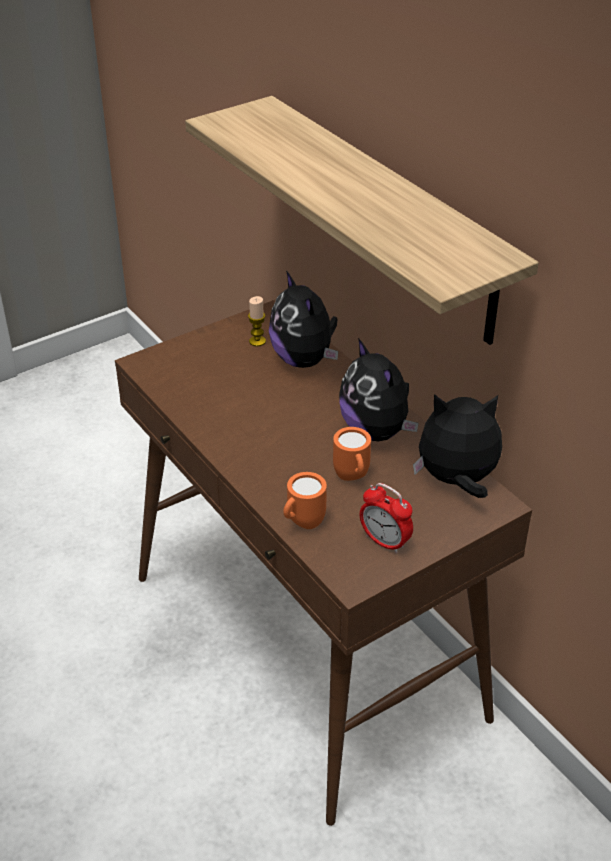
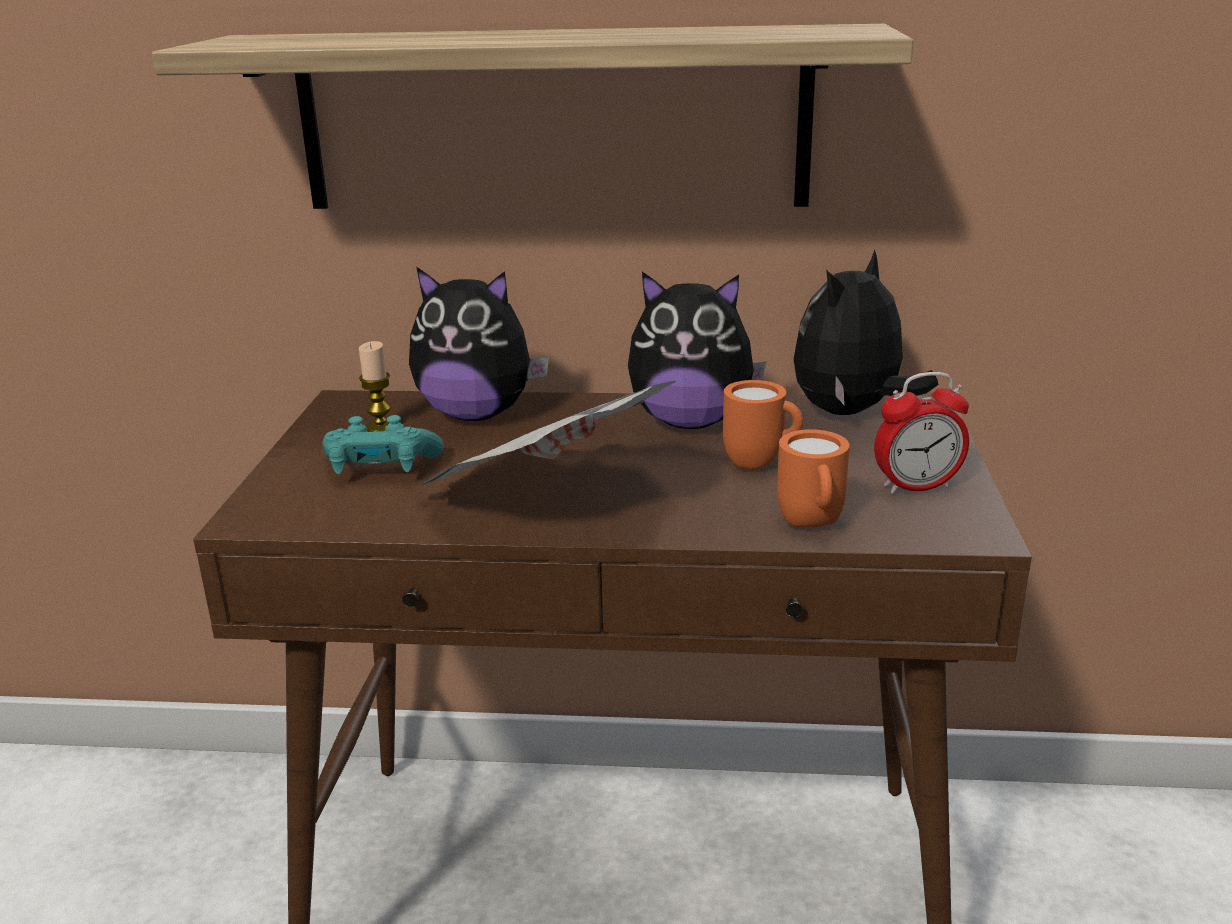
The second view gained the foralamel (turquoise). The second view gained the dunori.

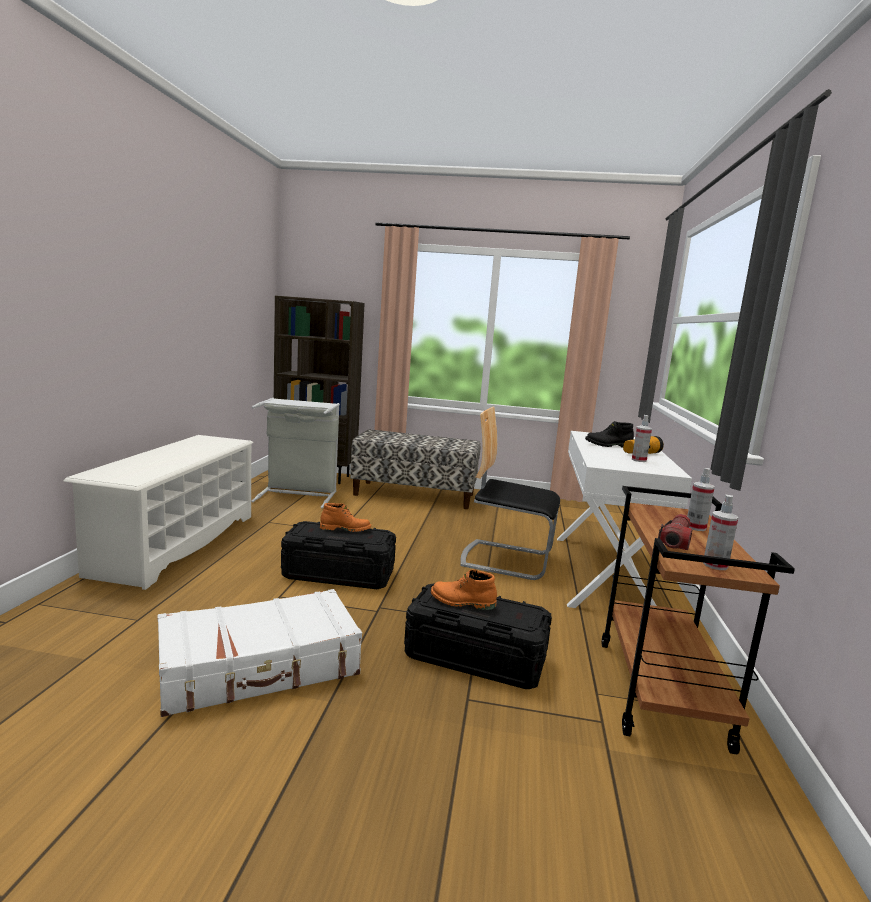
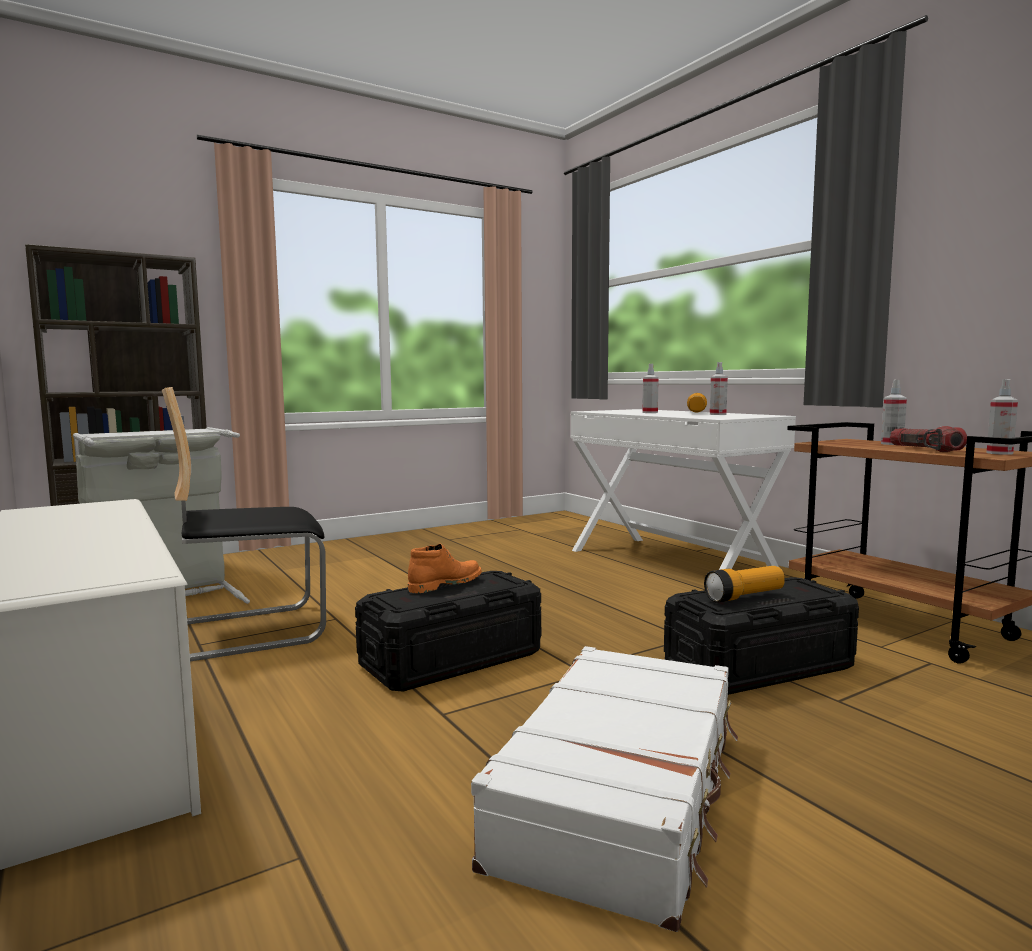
The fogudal ended up elsewhere. Where the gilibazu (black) stood, the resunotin (no. 1 from left) came to stand. Where the gilibazu (orange) (no. 2 from left) stood, the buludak (no. 2 from left) came to stand. The second view lost the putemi.

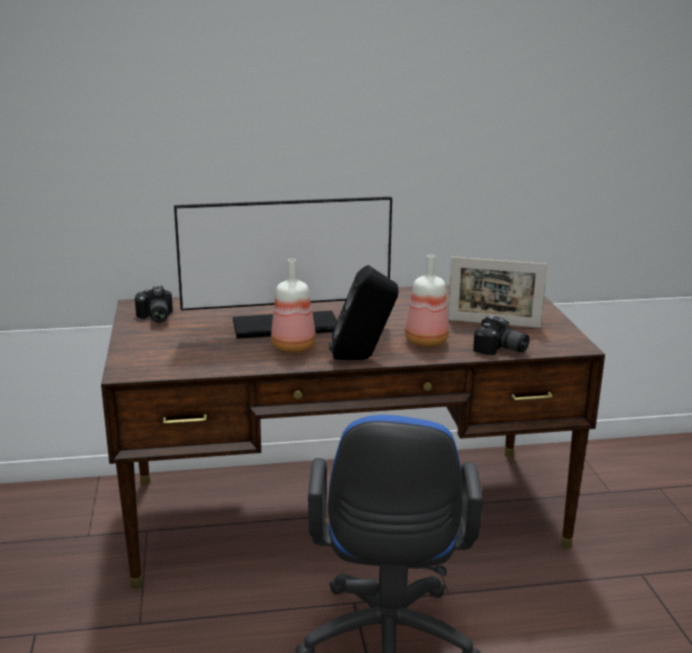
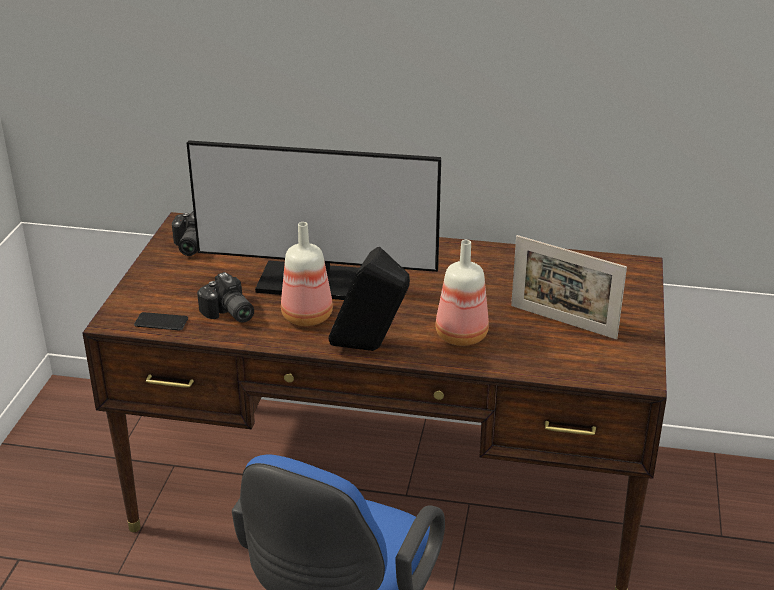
The second view gained the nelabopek. The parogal (no. 2 from left) ended up elsewhere.

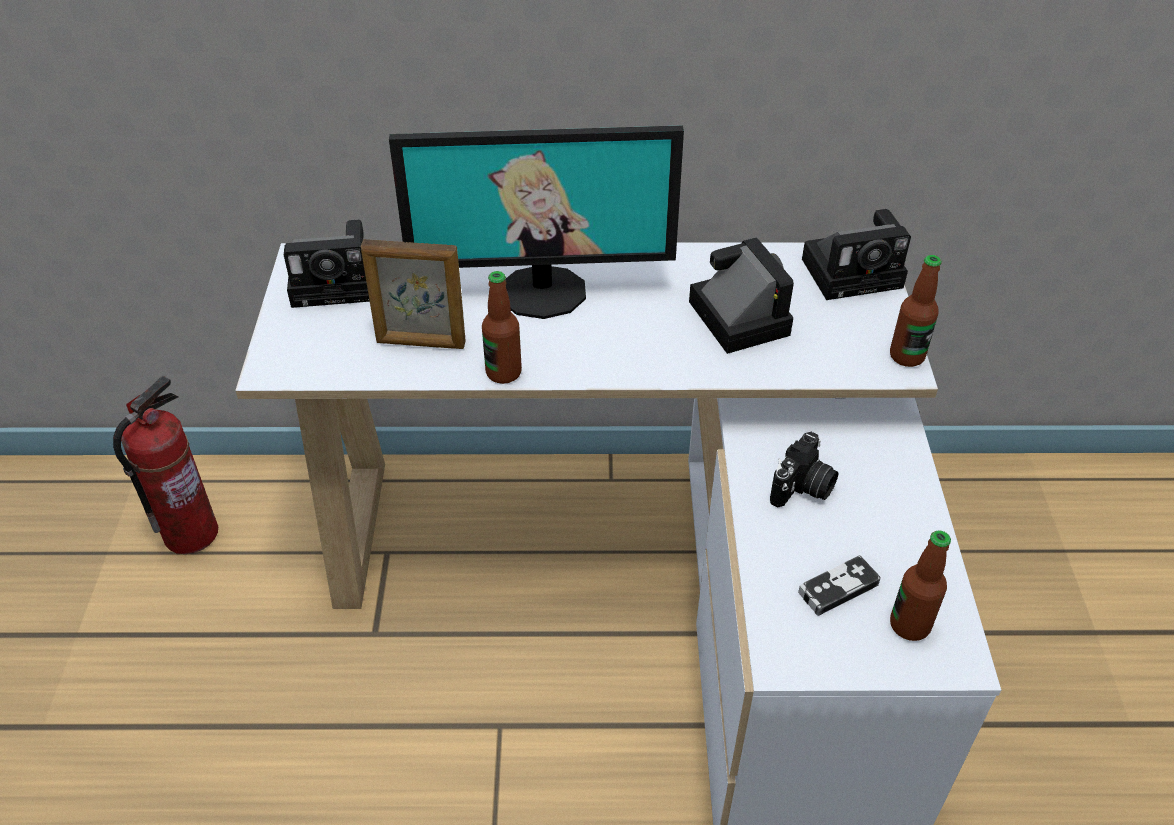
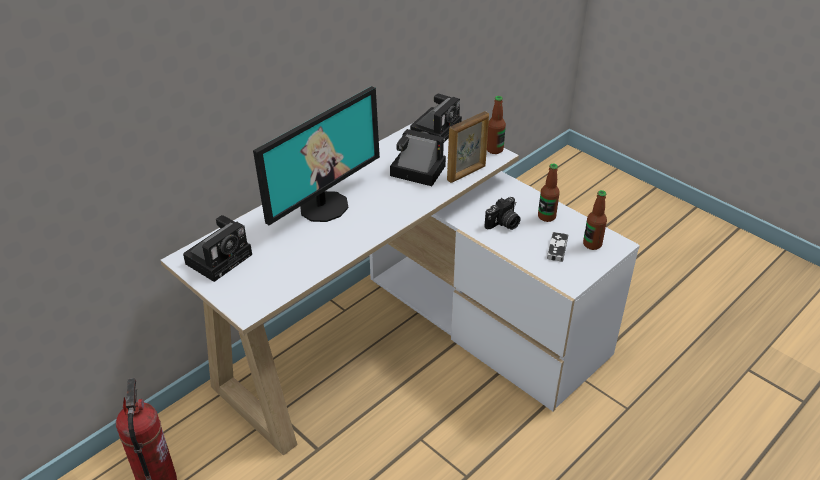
The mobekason ended up elsewhere. The parogal (no. 3 from left in the first image) ended up facing another way, 60 degrees clockwise from before. The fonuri (no. 1 from left in the first image) ended up elsewhere.

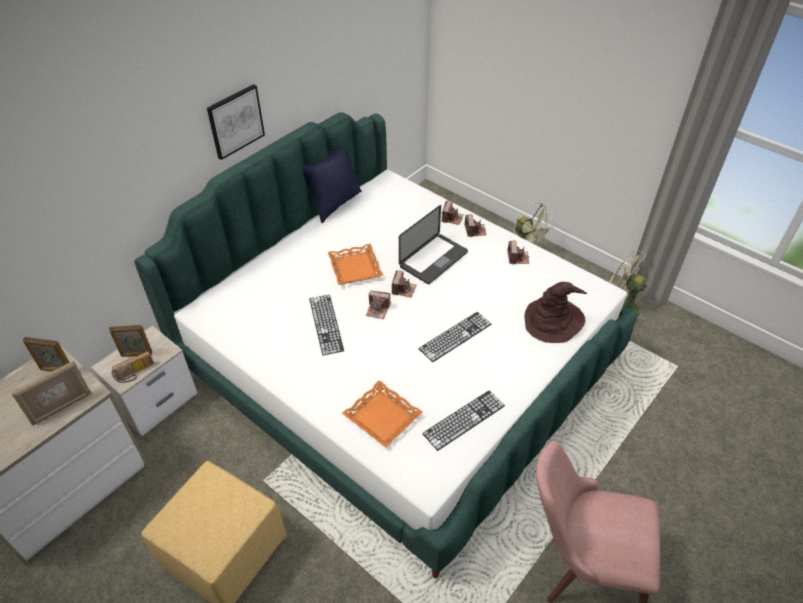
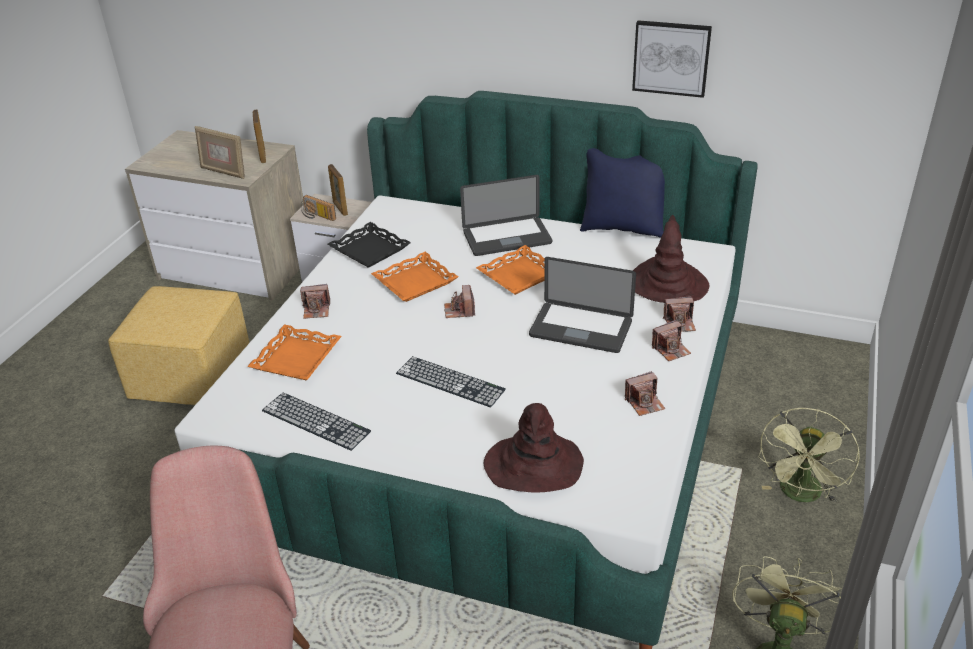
The parogal (no. 2 from left in the first image) ended up elsewhere. The second view gained the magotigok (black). Where the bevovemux (no. 1 from left) stood, the magotigok (orange) (no. 2 from left) came to stand. The second view gained the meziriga (no. 1 from left). The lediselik ended up elsewhere. The second view gained the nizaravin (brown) (no. 2 from left).

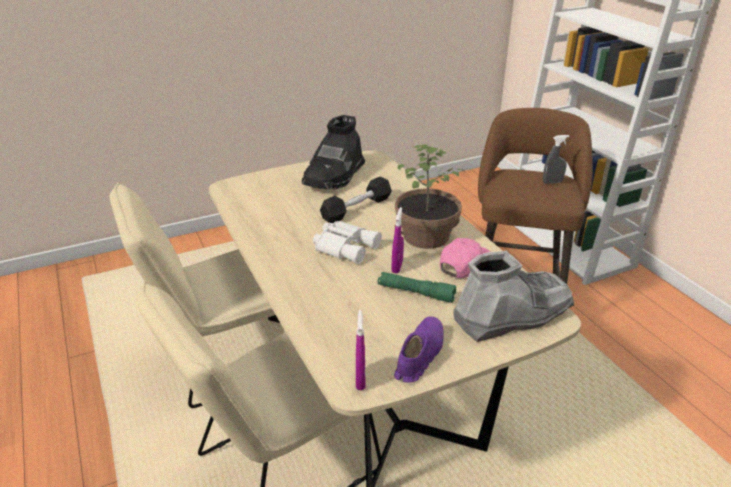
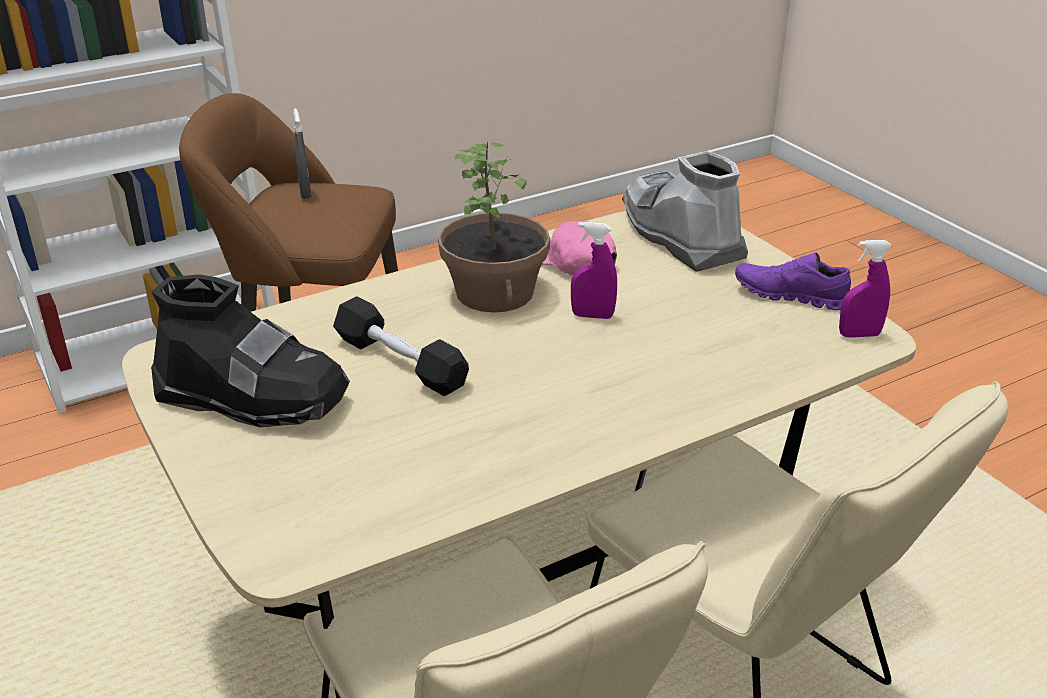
The second view lost the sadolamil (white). The second view lost the buludak (green).

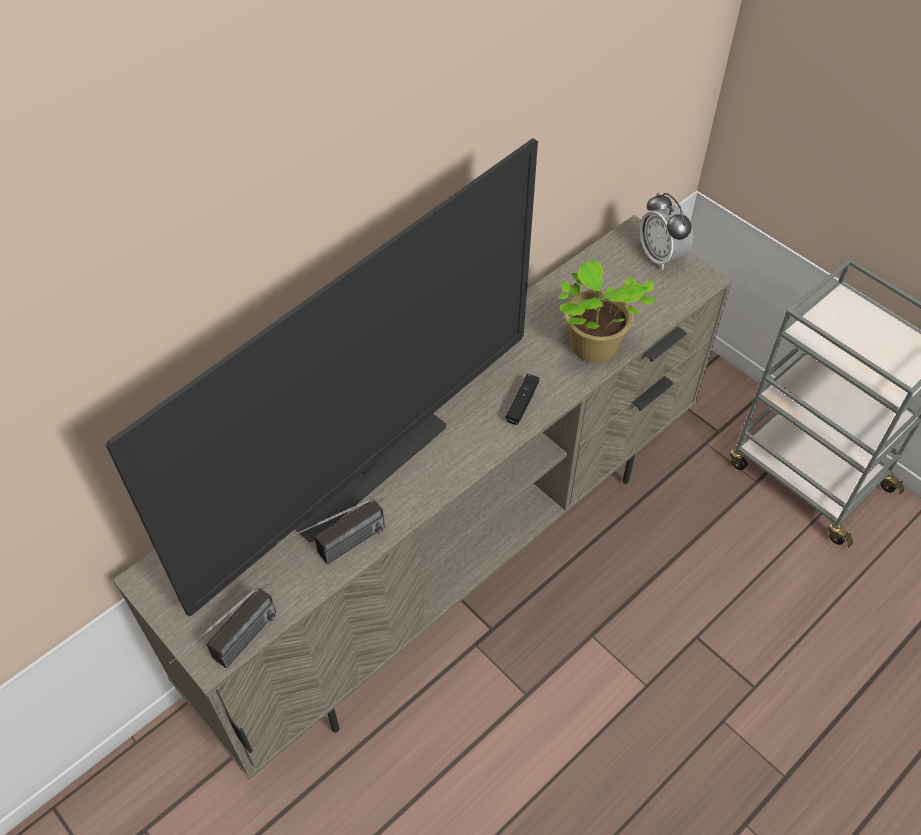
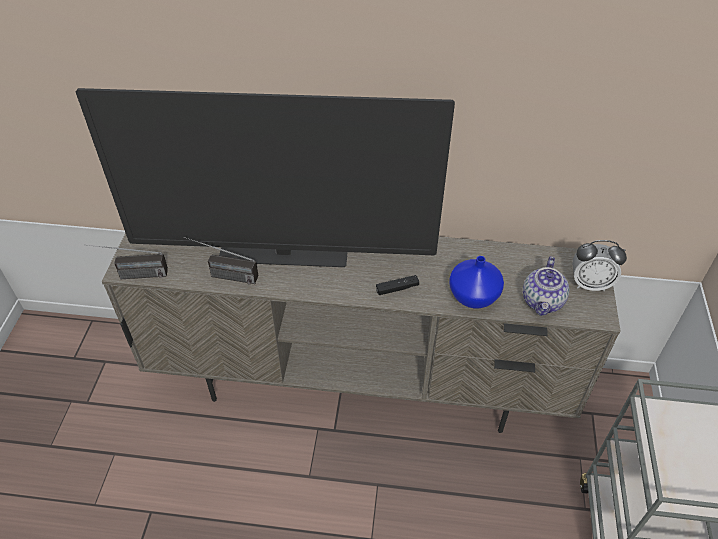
Where the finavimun stood, the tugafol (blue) came to stand. The second view gained the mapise. The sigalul ended up facing another way, 105 degrees counterclockwise from before.

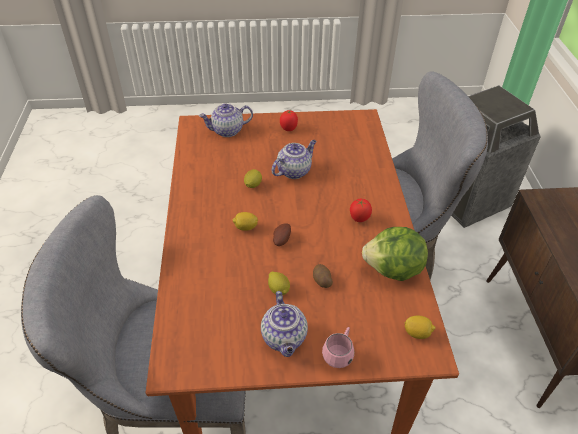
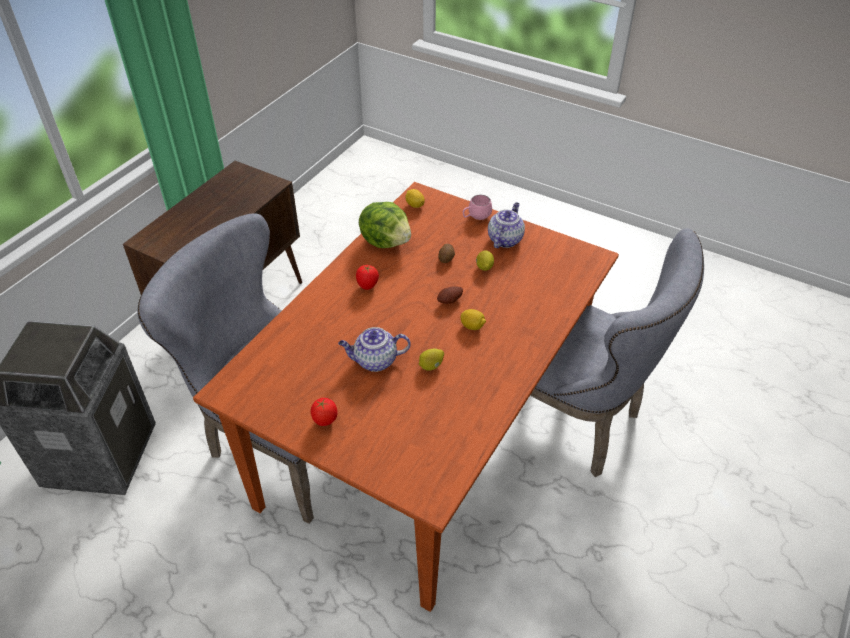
The second view lost the mapise (no. 1 from left).

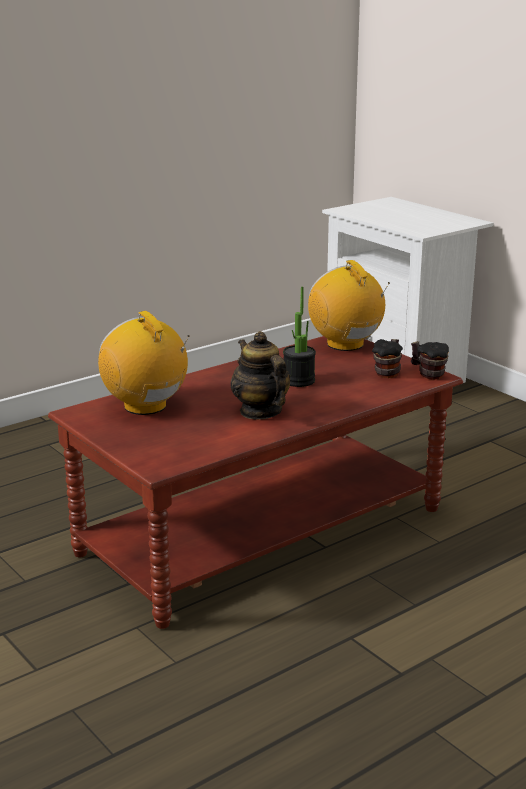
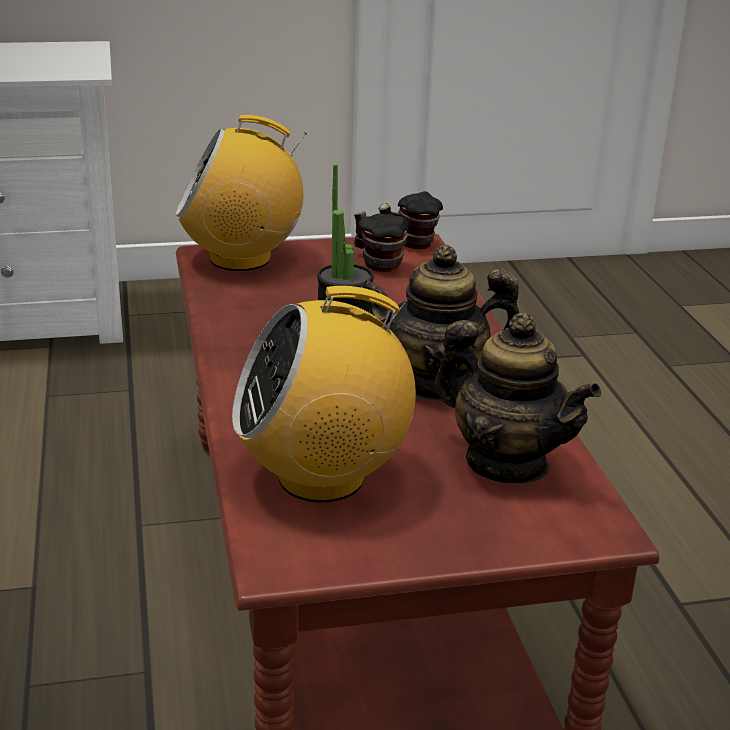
The second view gained the mapise (no. 2 from left).

